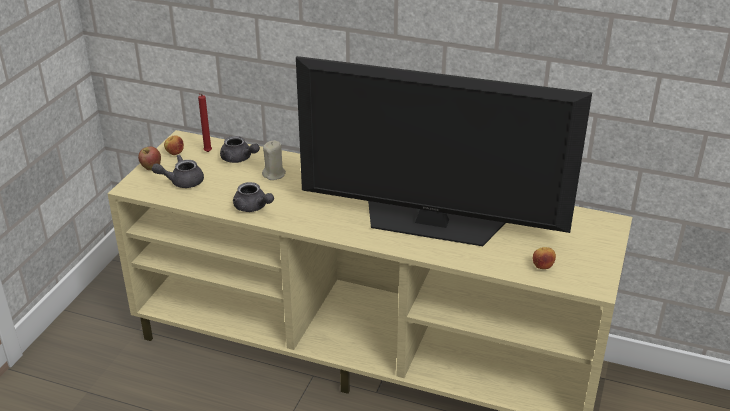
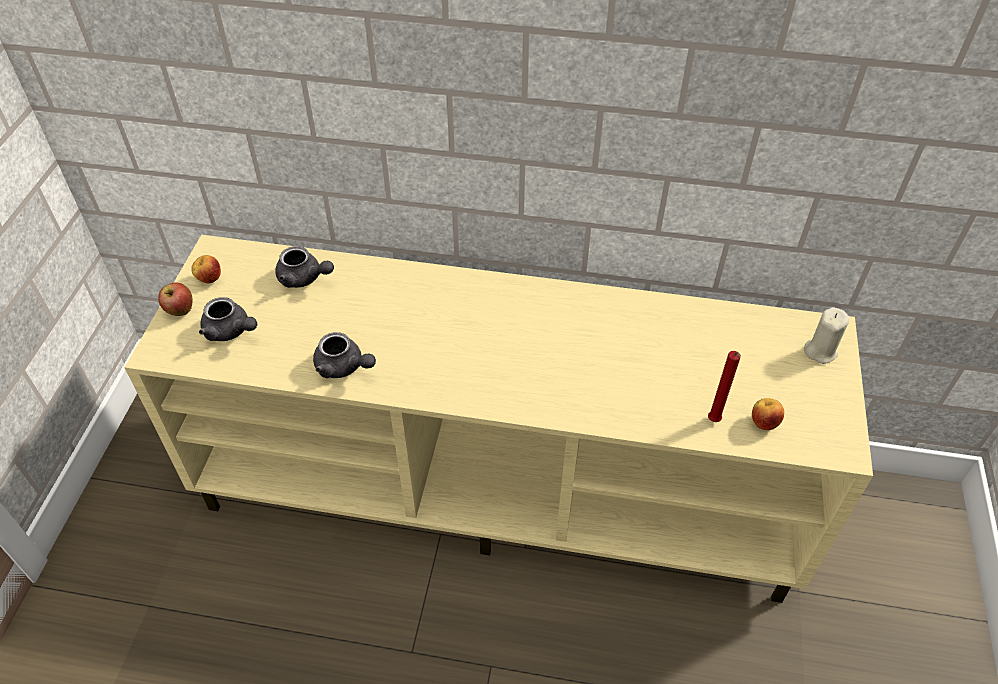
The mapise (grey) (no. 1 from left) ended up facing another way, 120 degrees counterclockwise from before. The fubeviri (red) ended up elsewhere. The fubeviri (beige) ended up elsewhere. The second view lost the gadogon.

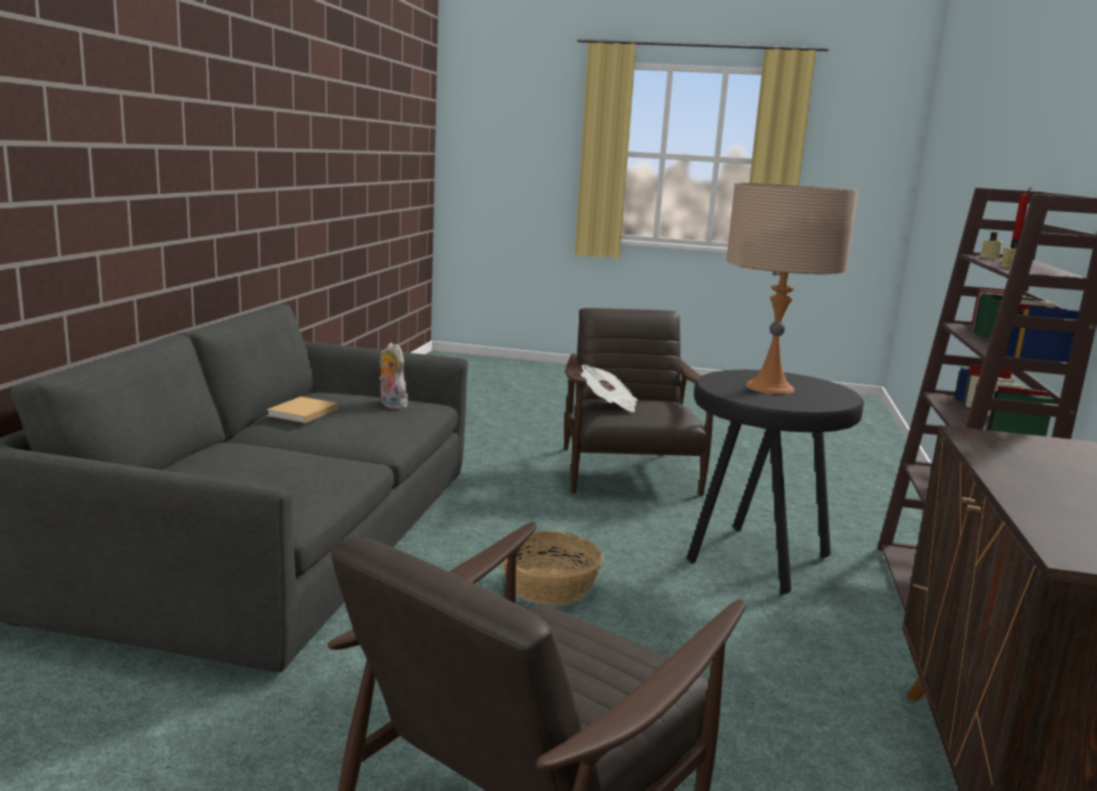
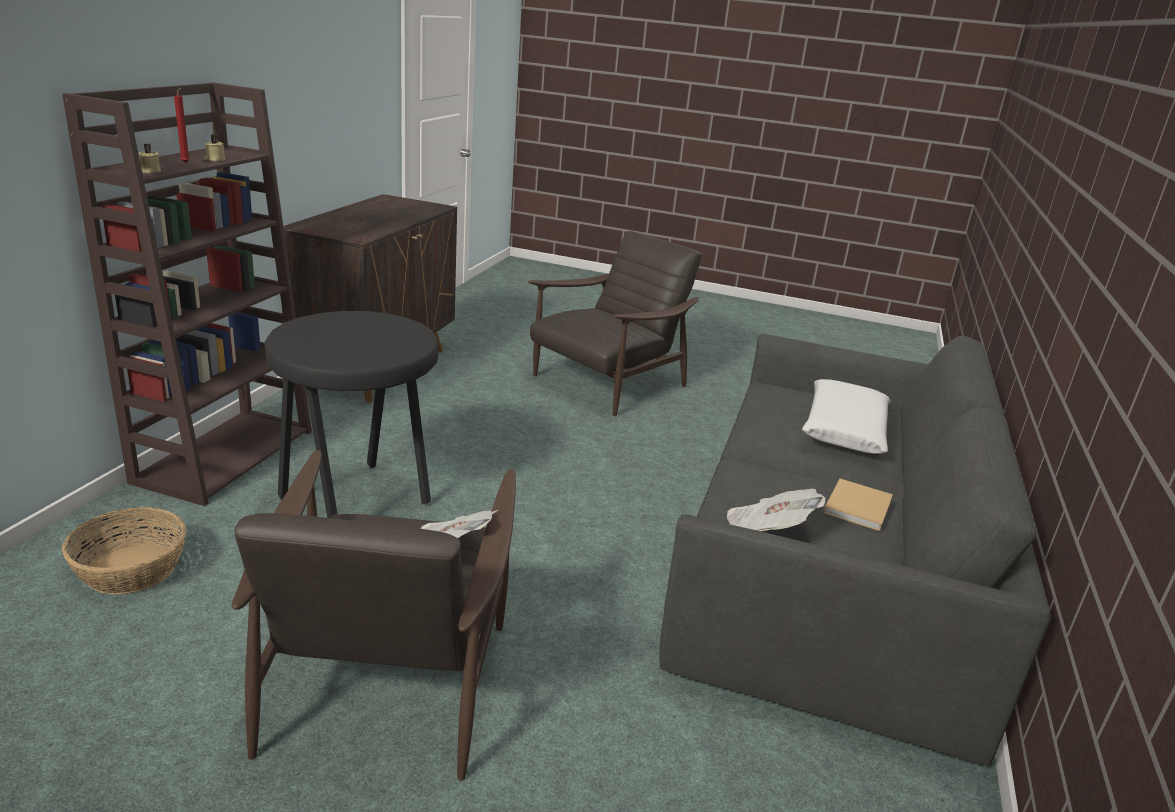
The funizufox ended up elsewhere. Where the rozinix stood, the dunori (no. 2 from left) came to stand. The second view gained the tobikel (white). The second view lost the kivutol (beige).

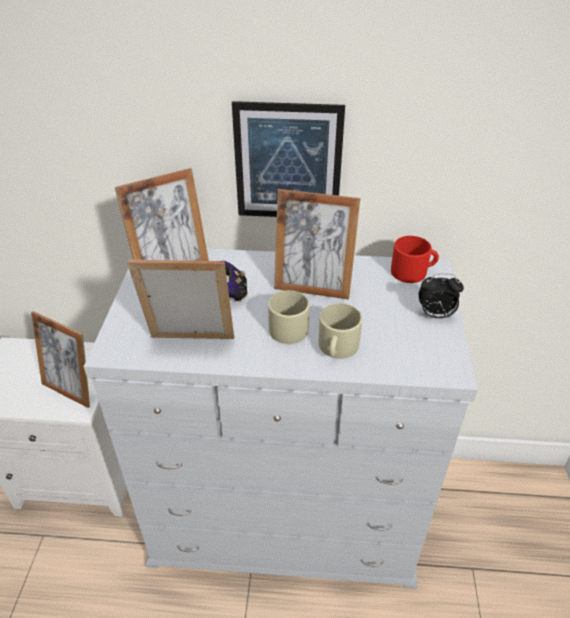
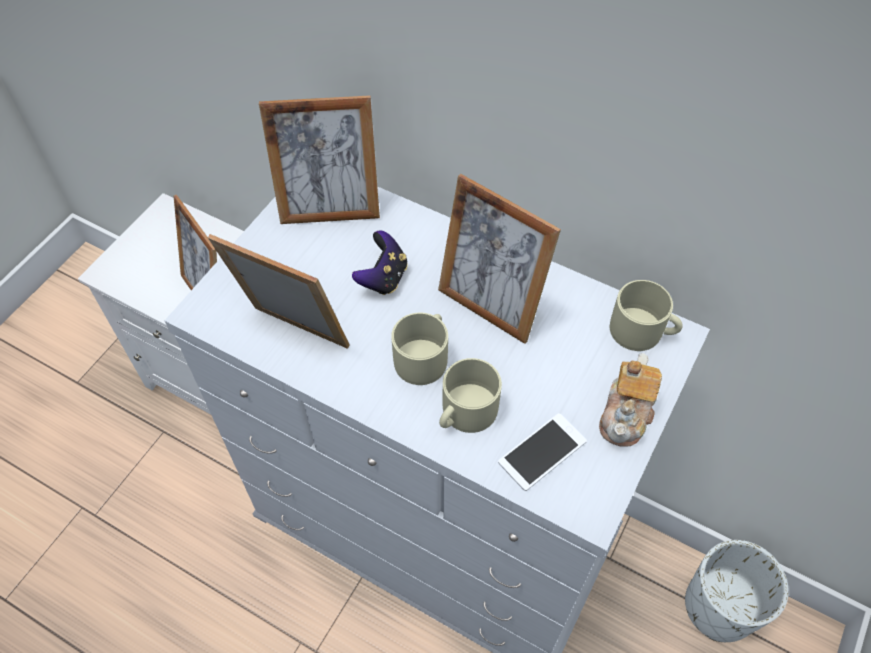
The second view gained the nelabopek. Where the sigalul stood, the mapise came to stand. What was the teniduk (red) turned into the teniduk (beige) (no. 3 from left). The second view gained the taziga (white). The second view lost the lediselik.

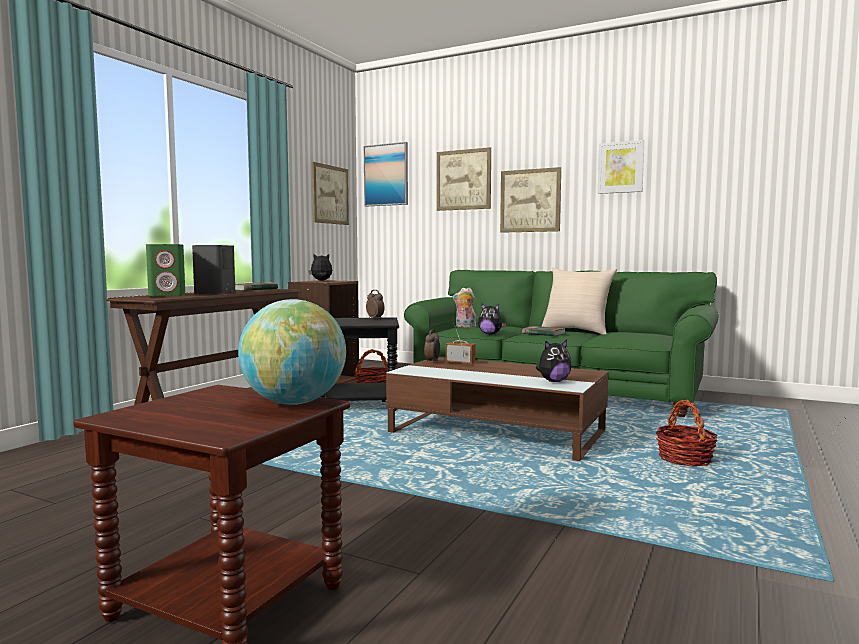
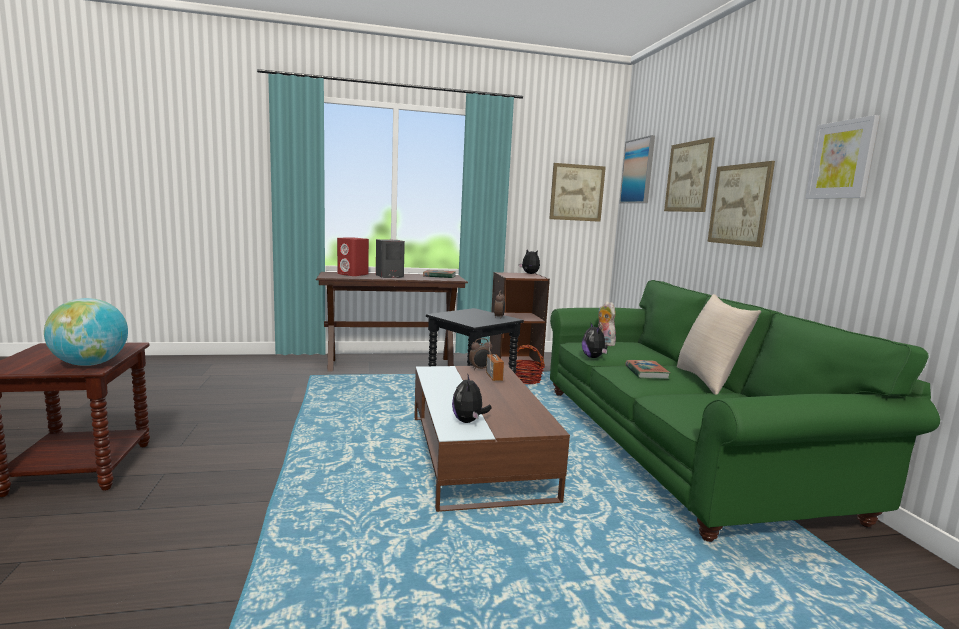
What was the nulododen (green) turned into the nulododen (red). The rozinix (no. 4 from left in the first image) ended up facing another way, 60 degrees clockwise from before. The second view lost the funizufox (no. 2 from left).

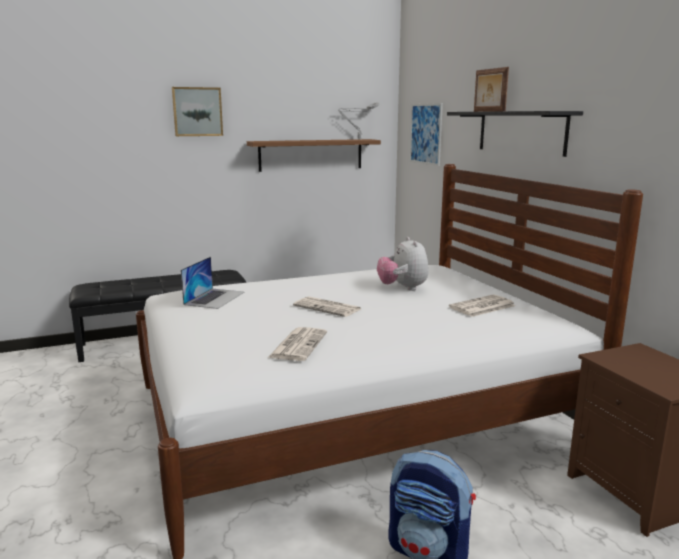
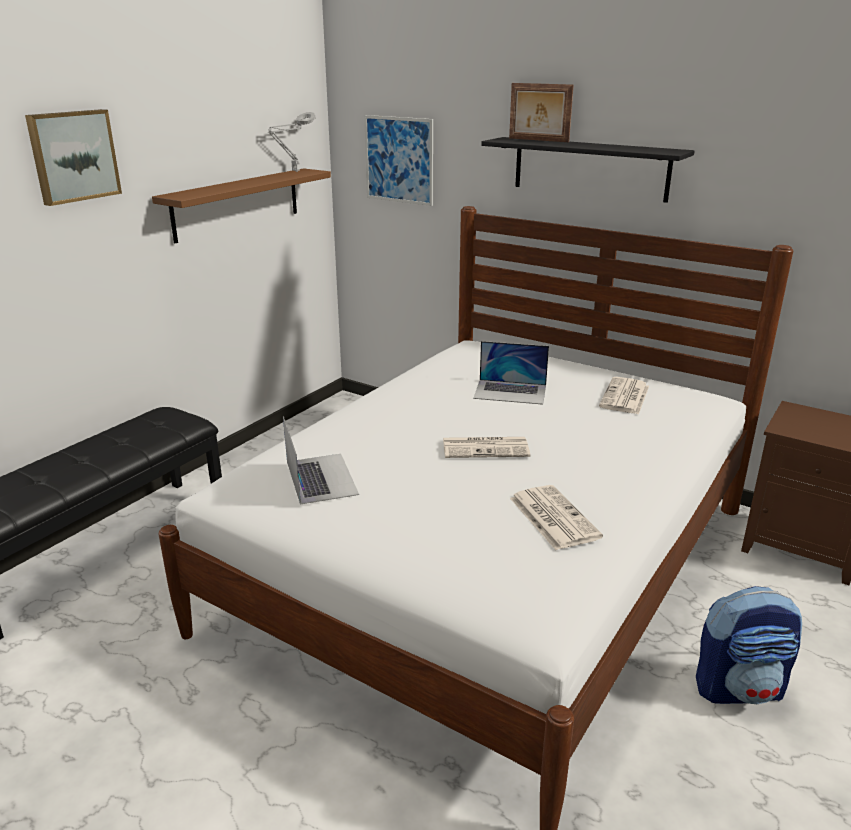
Where the rozinix stood, the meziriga (no. 2 from left) came to stand.

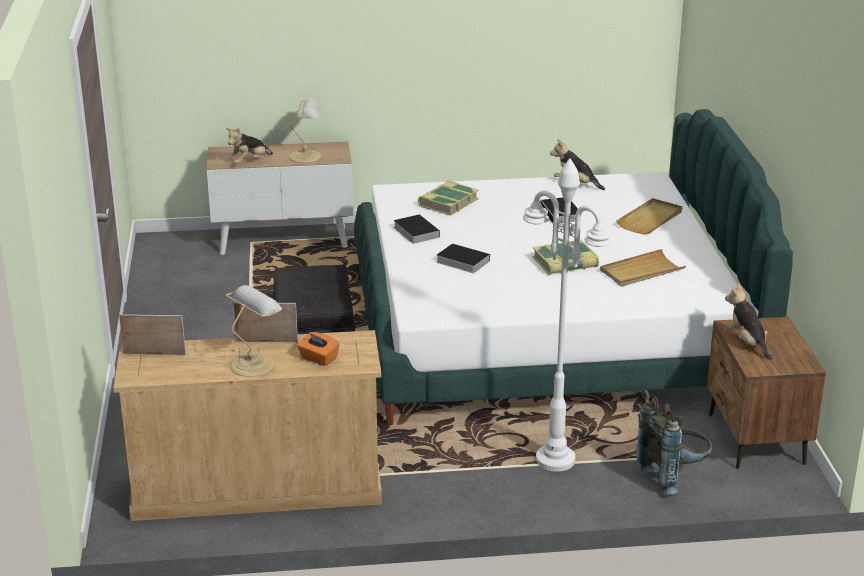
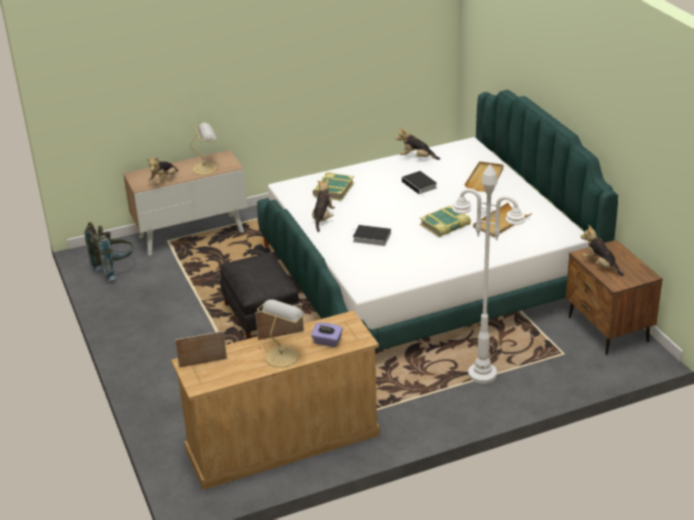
The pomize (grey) ended up elsewhere. What was the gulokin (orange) turned into the gulokin (purple). Where the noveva (no. 1 from left) stood, the rozinix (no. 2 from left) came to stand.

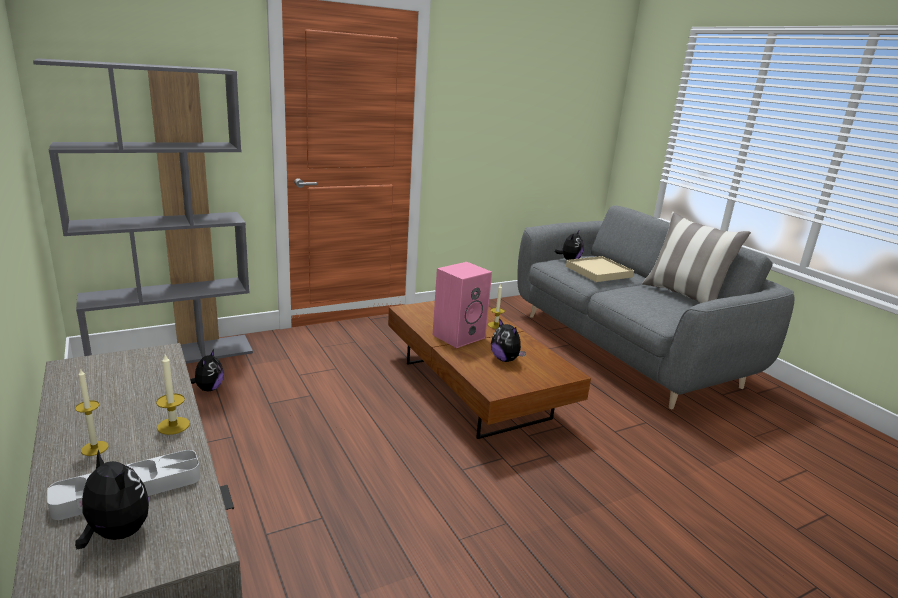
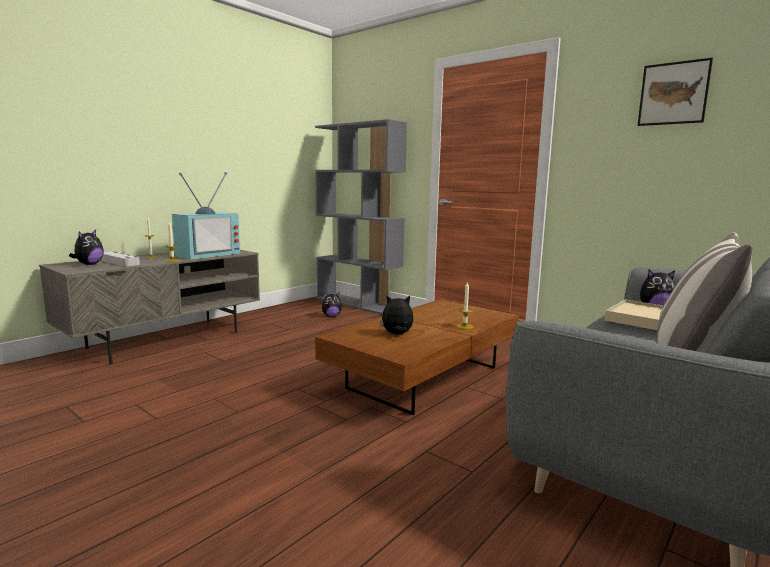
The second view gained the gadogon. The rozinix (no. 3 from left) ended up facing another way, 60 degrees clockwise from before. The second view gained the lediselik. The second view lost the nulododen (pink).

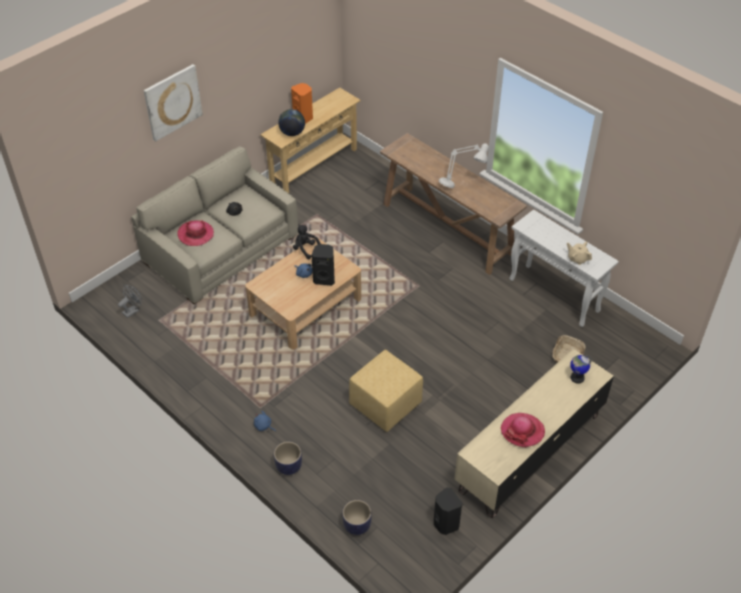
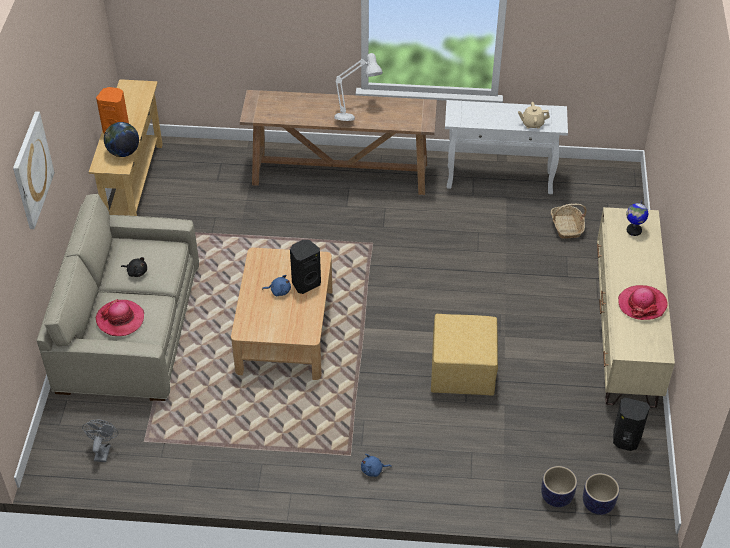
The taziga (no. 1 from left in the first image) ended up elsewhere. The second view lost the rozinix (black) (no. 2 from left).

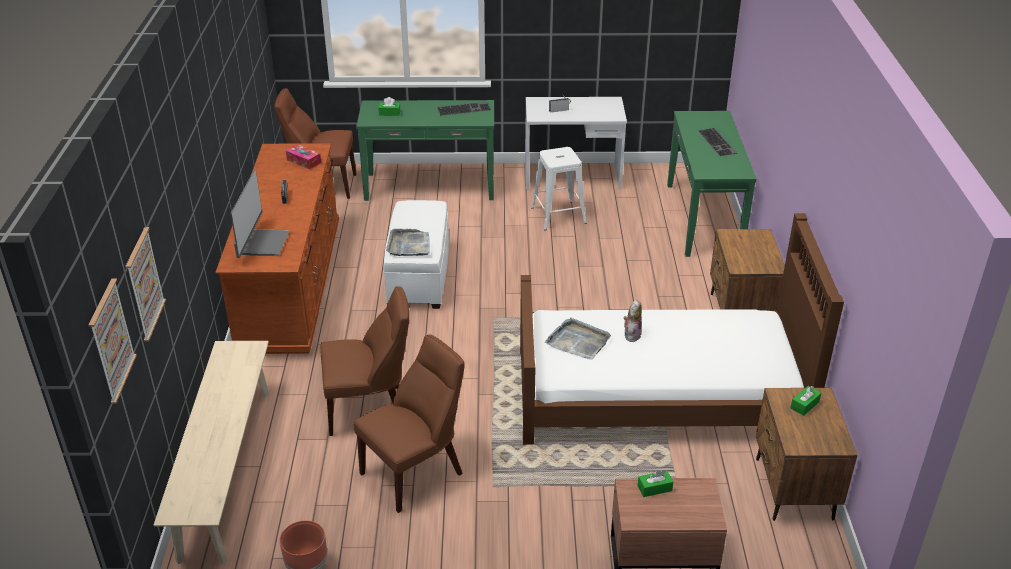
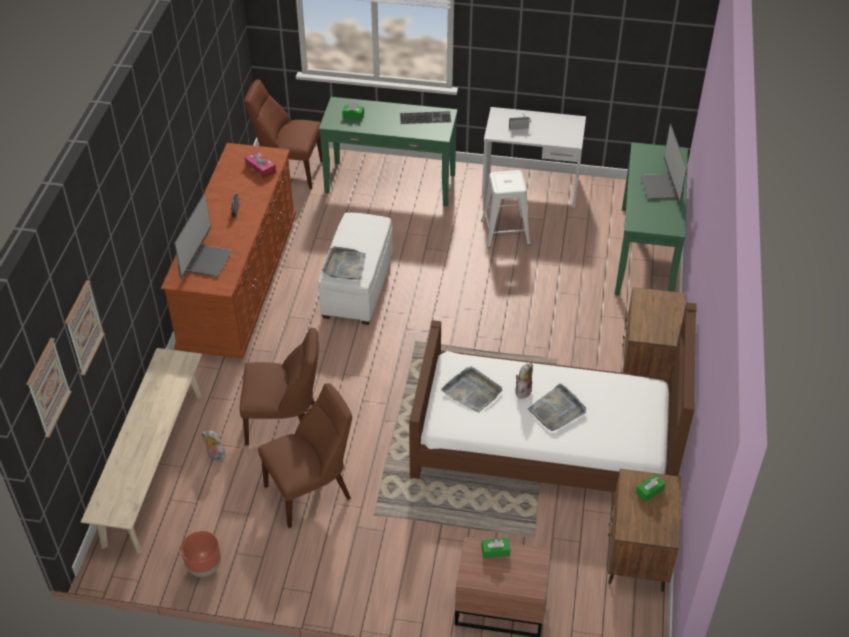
The second view gained the rozinix (no. 1 from left). The second view gained the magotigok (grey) (no. 3 from left). Where the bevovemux (no. 2 from left) stood, the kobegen (no. 2 from left) came to stand.

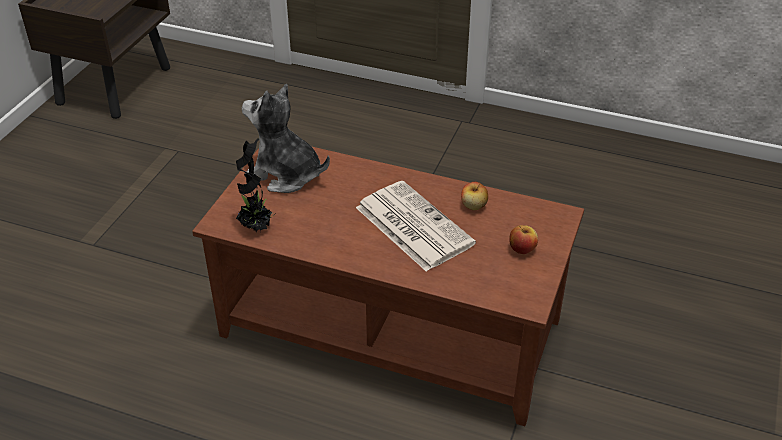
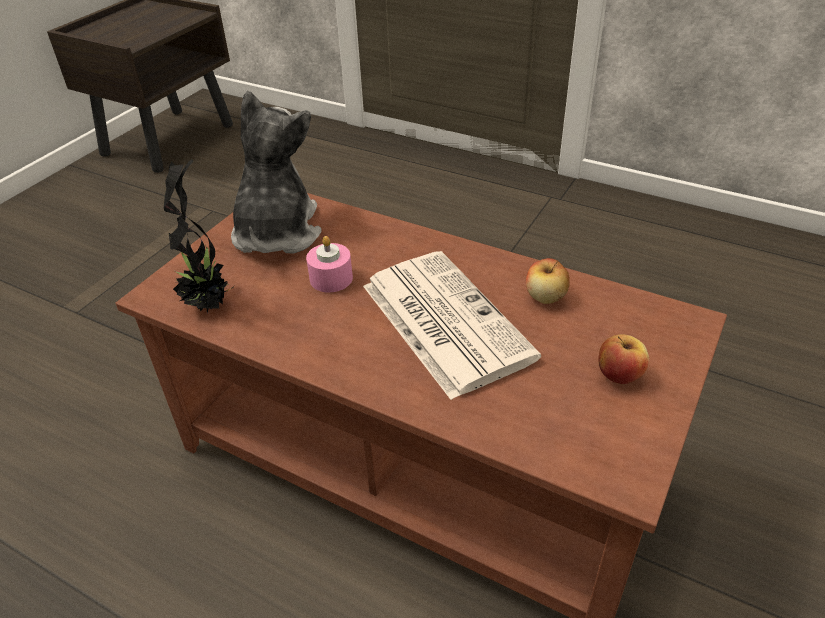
The rozinix ended up facing another way, 60 degrees clockwise from before. The second view gained the fubeviri (pink).

